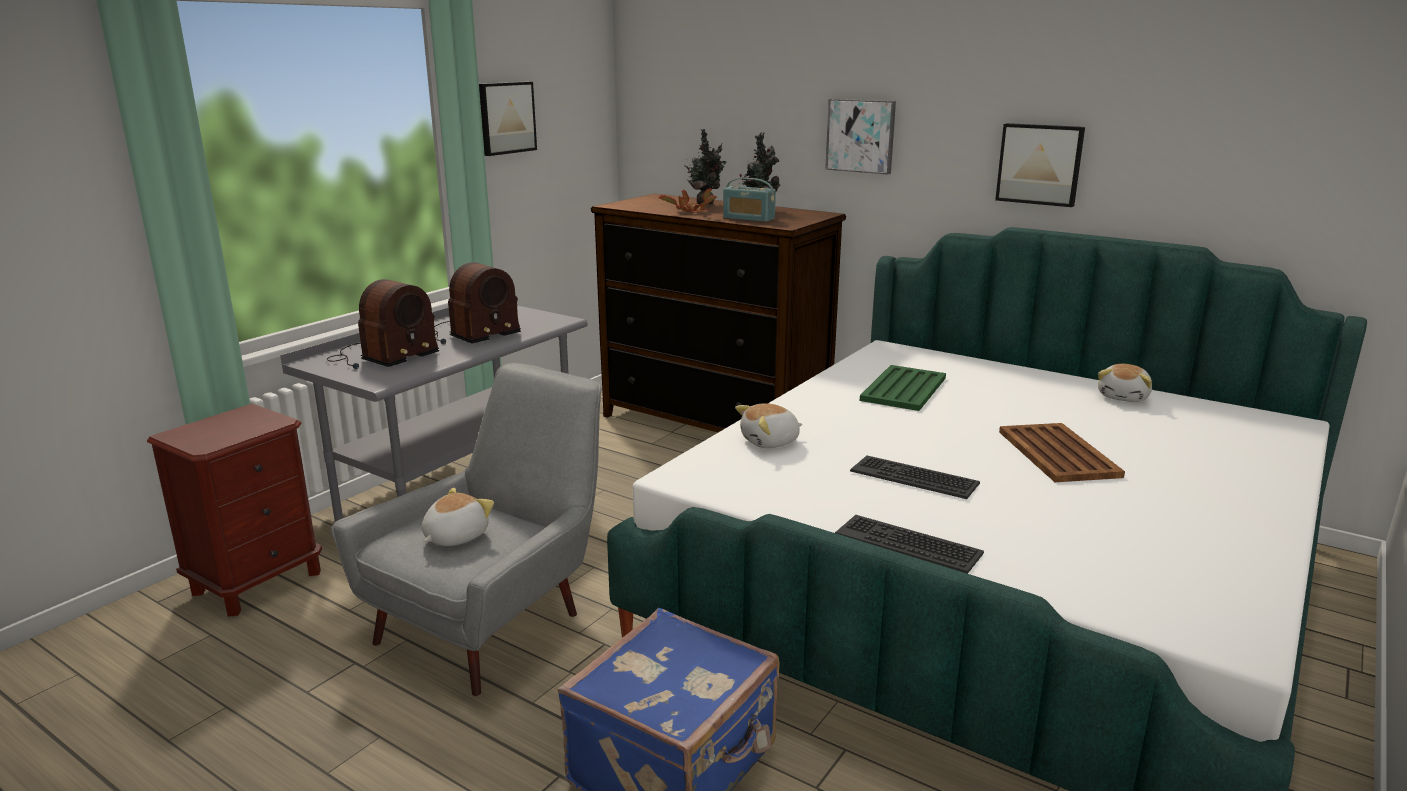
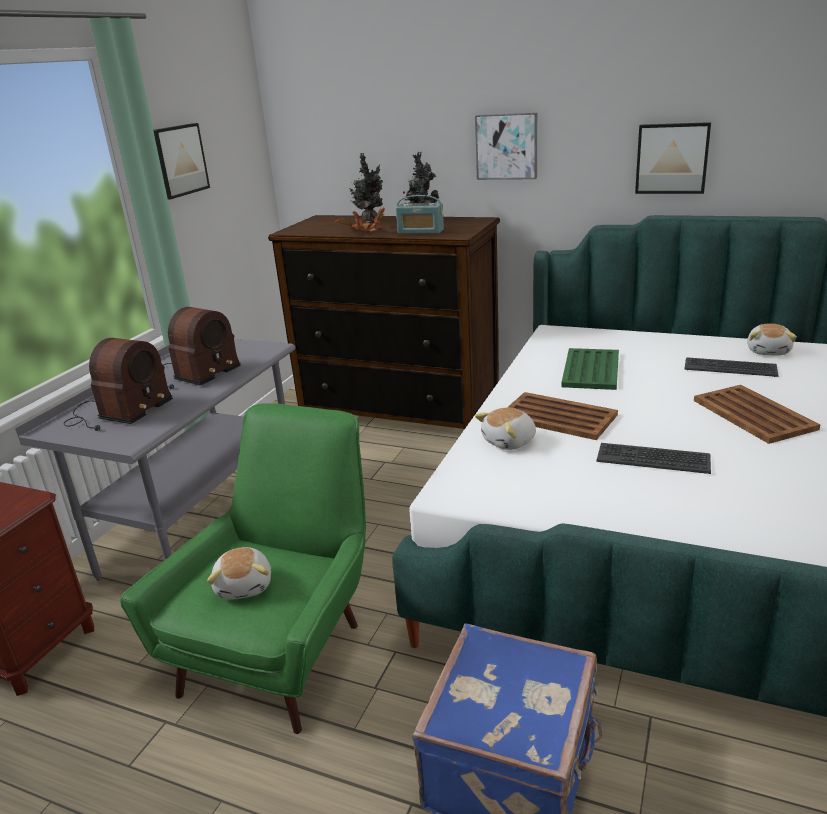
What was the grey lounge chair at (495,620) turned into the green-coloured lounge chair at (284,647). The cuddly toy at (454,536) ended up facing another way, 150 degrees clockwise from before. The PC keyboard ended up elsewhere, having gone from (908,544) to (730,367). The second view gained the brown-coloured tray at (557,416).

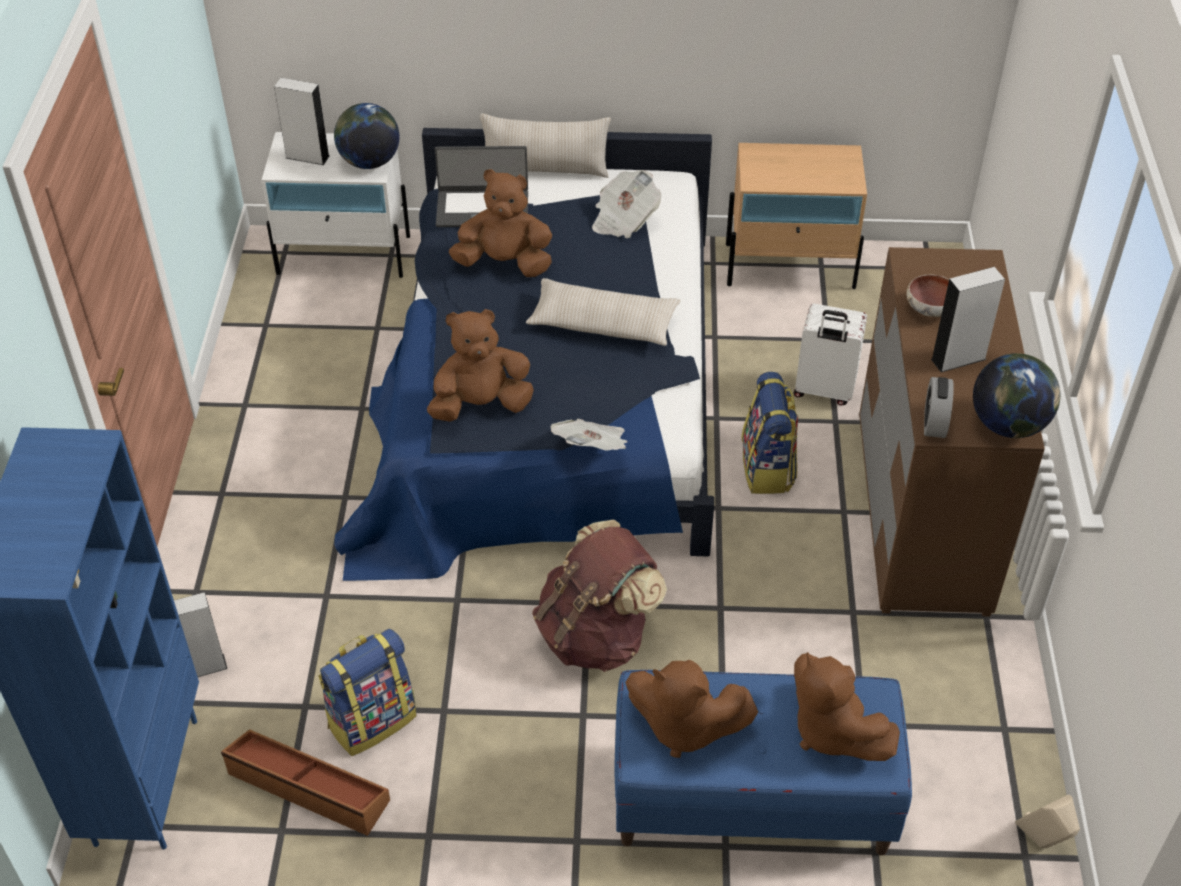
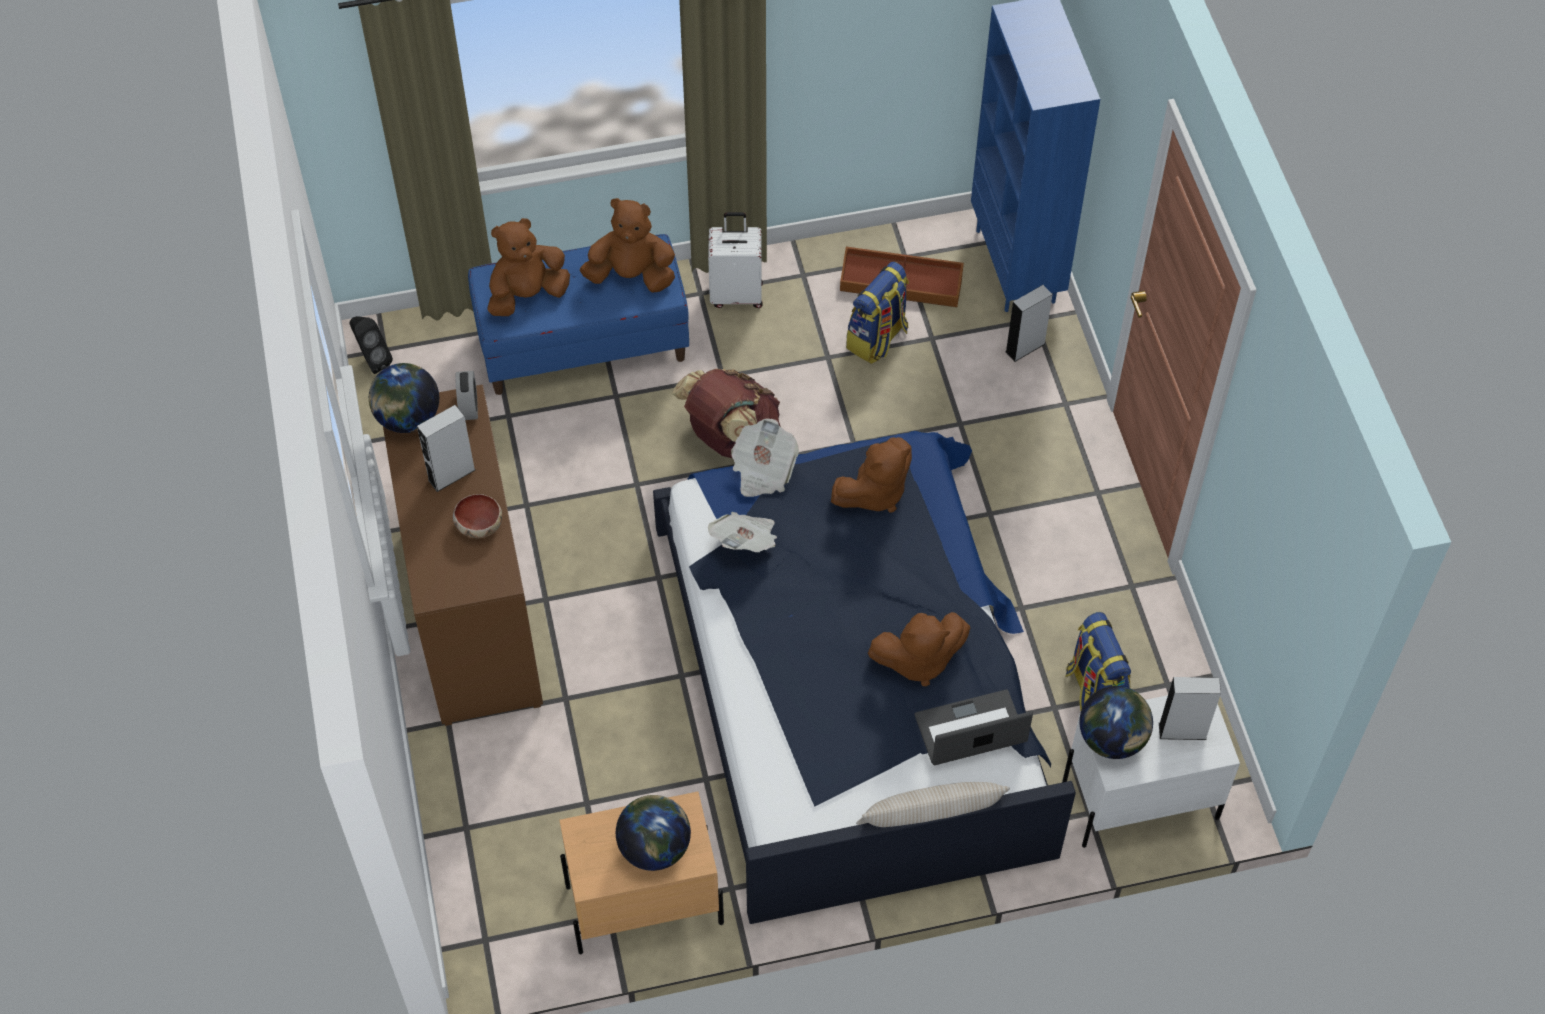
The second view lost the beige pillow at (603,324). The daily paper ended up elsewhere, having gone from (624,219) to (745,541). The rucksack ended up elsewhere, having gone from (768,469) to (1094,690). The whitish travel case ended up elsewhere, having gone from (823,391) to (737,294). The brown-coloured cuddly toy at (831,730) ended up facing another way, 75 degrees counterclockwise from before. What was the beige audio speaker at (1042,843) turned into the blackish audio speaker at (372,360). The second view gained the desk globe at (655,848).

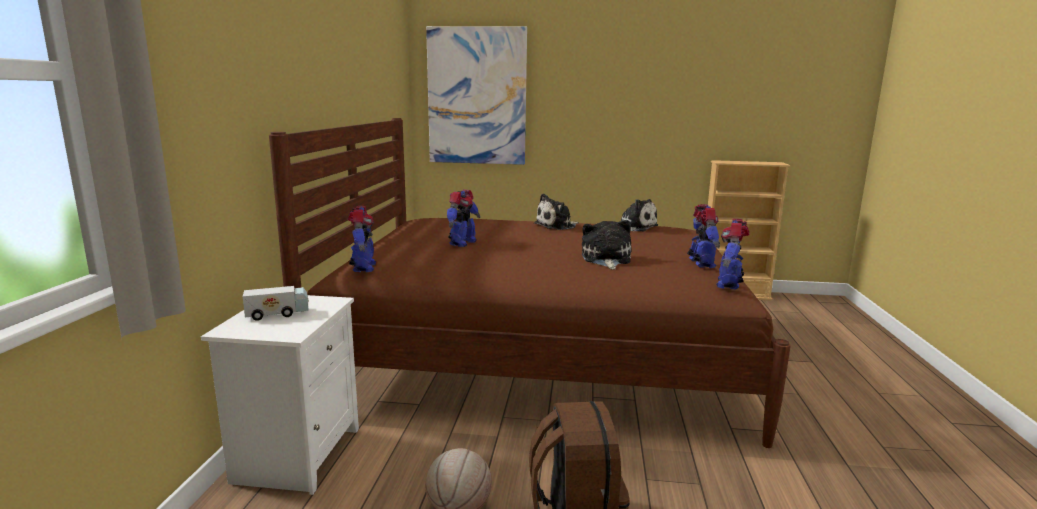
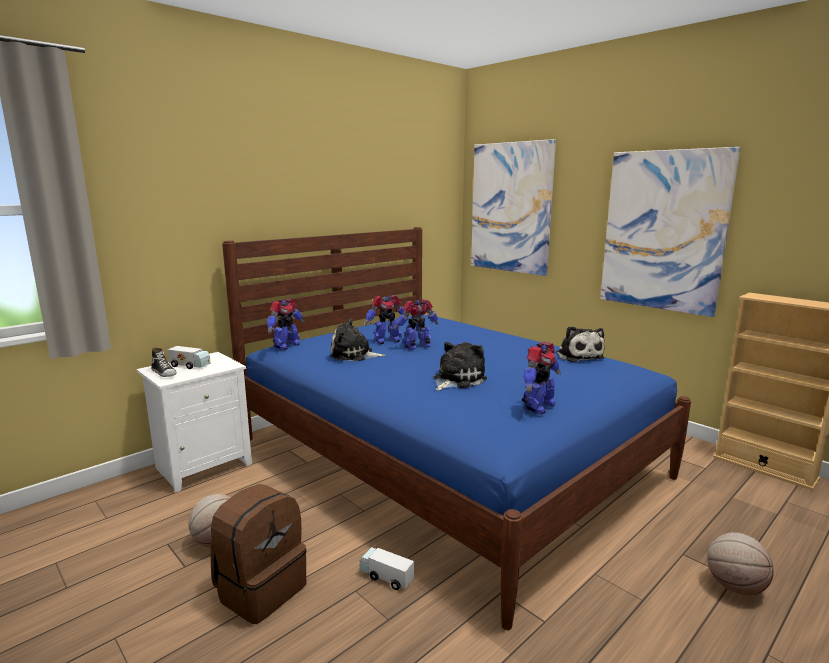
What was the brown-coloured bedroom bed at (540,354) turned into the blue bedroom bed at (445,457). The cuddly toy ended up elsewhere, having gone from (557,226) to (354,355). The robot figure ended up elsewhere, having gone from (729,284) to (417,347). The second view gained the shoe at (164,373). The second view gained the toy lorry at (386,577). The second view gained the wall picture at (663,231). The second view gained the basketball at (734,586).

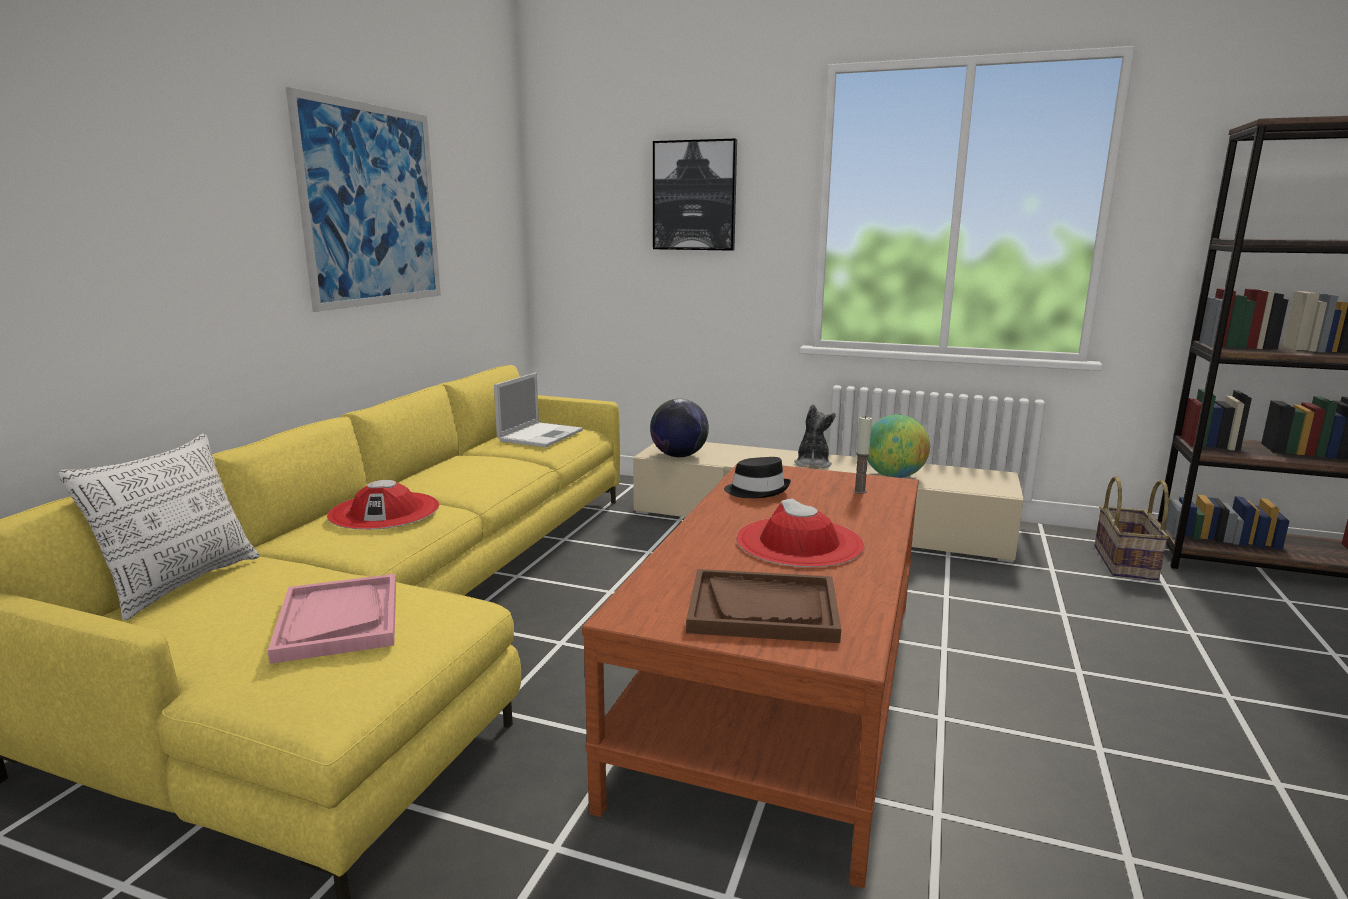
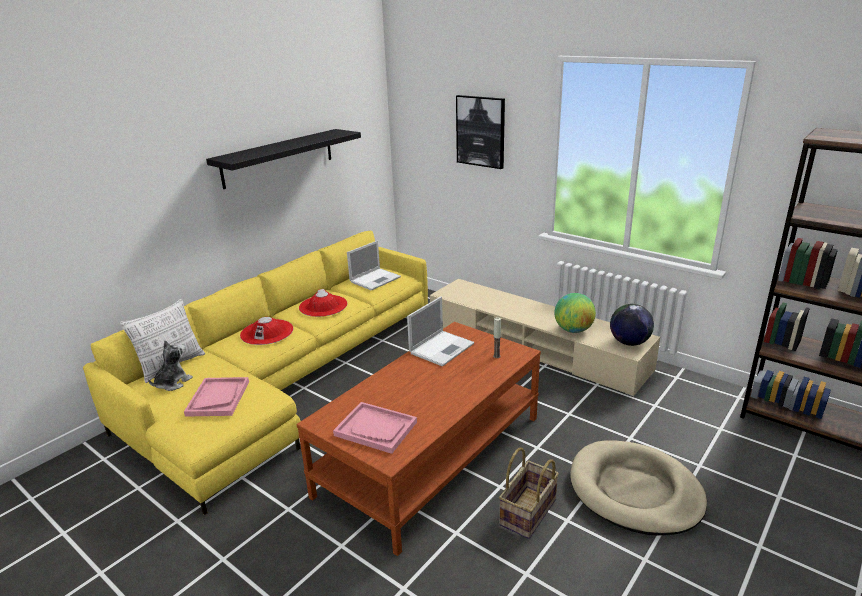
Where the wall picture hung at (372,206), the blackish wall shelf came to hang at (278,157). The desk globe ended up elsewhere, having gone from (679,456) to (629,342). What was the brown-coloured tray at (763,609) turned into the pinkish tray at (376,429). Where the blackish wearable hat stood at (757,490), the laptop came to stand at (442,348). The red-coloured wearable hat ended up elsewhere, having gone from (799,542) to (323,306). The cuddly toy ended up elsewhere, having gone from (812,463) to (173,383). The household basket ended up elsewhere, having gone from (1126,563) to (528,513). The second view gained the beige pet bed at (635,491).

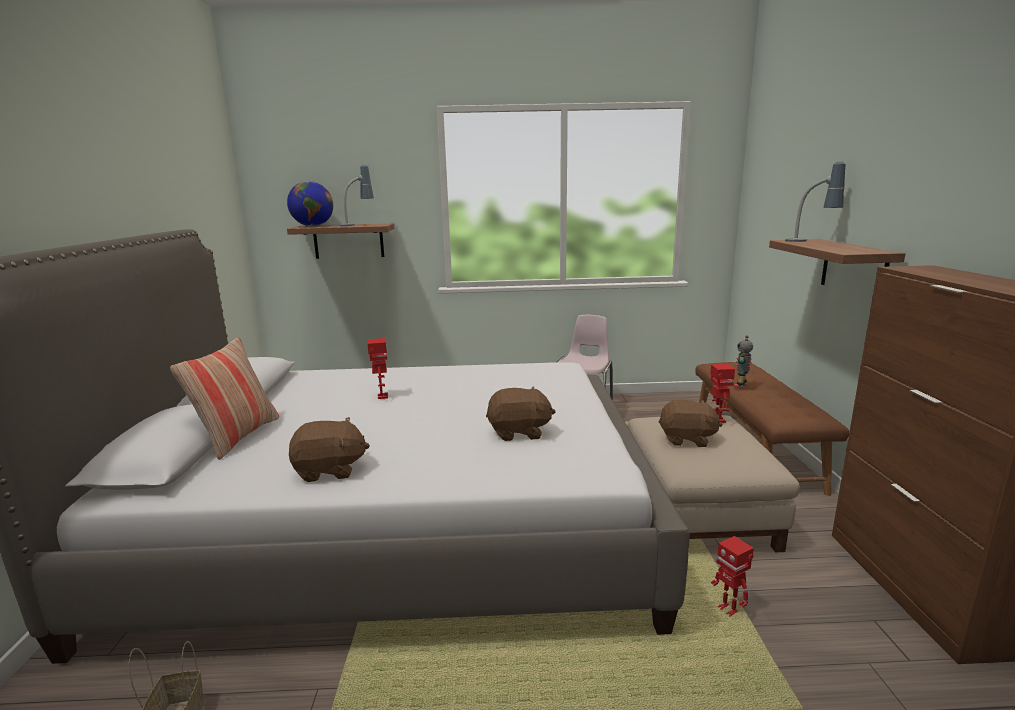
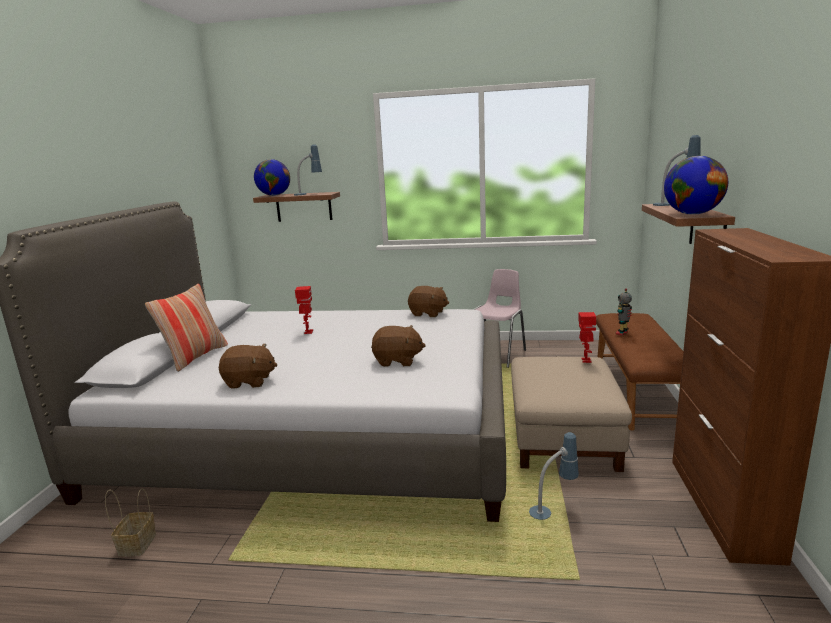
The brown-coloured cuddly toy ended up elsewhere, having gone from (687,439) to (428,313). Where the robot figure stood at (728,610), the lamp for a table came to stand at (553,509). The second view gained the desk globe at (692,214).

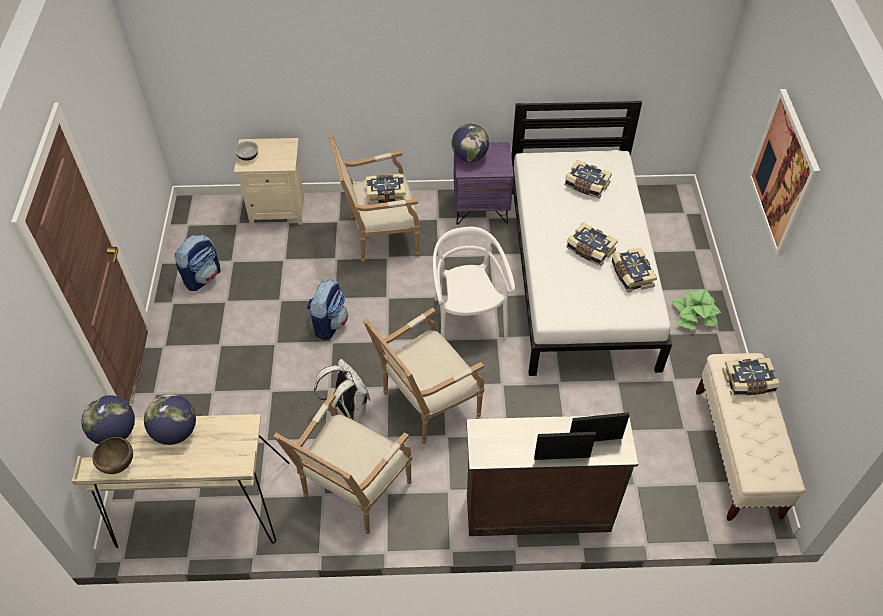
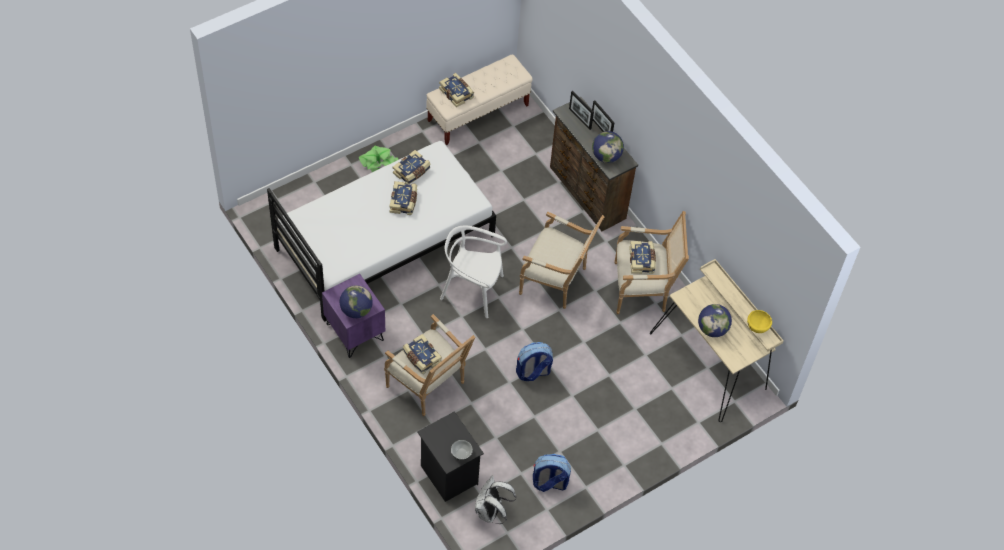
The desk globe ended up elsewhere, having gone from (115,433) to (606,156). What was the brown-coloured deep dish at (118,465) turned into the yellow-coloured deep dish at (757,328). What was the beige nightstand at (278,209) turned into the blackish nightstand at (448,475). The whitish rucksack ended up elsewhere, having gone from (348,409) to (491,512). The whitish chair at (467,320) ended up facing another way, 60 degrees clockwise from before. The volume ended up elsewhere, having gone from (586,185) to (642,261). The second view lost the wall picture at (784,173).

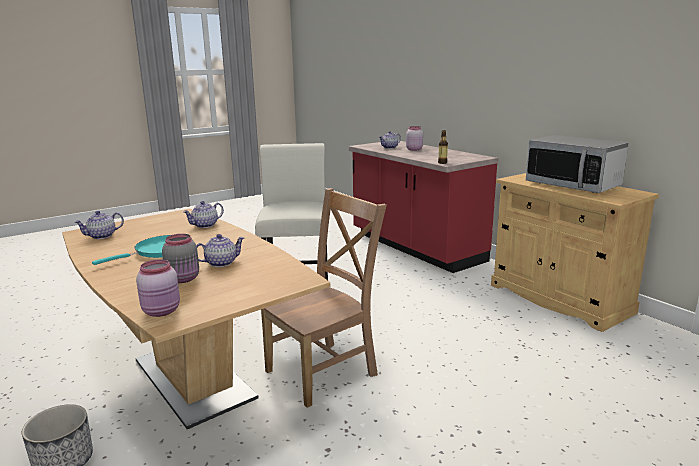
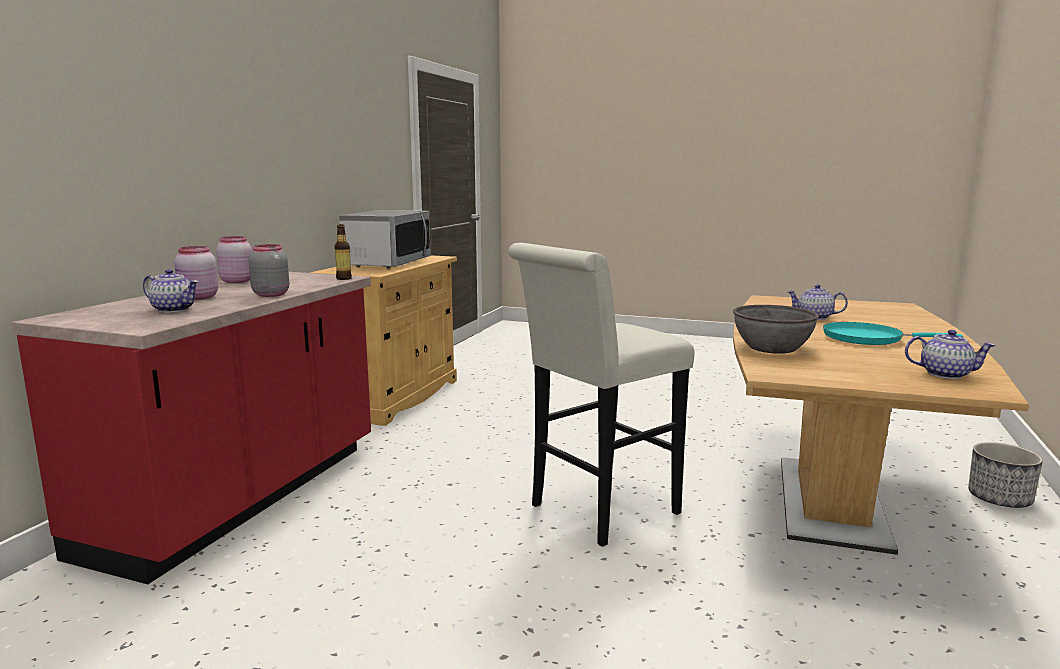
The pinkish jar ended up elsewhere, having gone from (162,311) to (237,281). The grey jar ended up elsewhere, having gone from (184,279) to (271,294). Where the teapot stood at (205,225), the grey deep dish came to stand at (772,348). The second view lost the brown-coloured chair at (325,371).

